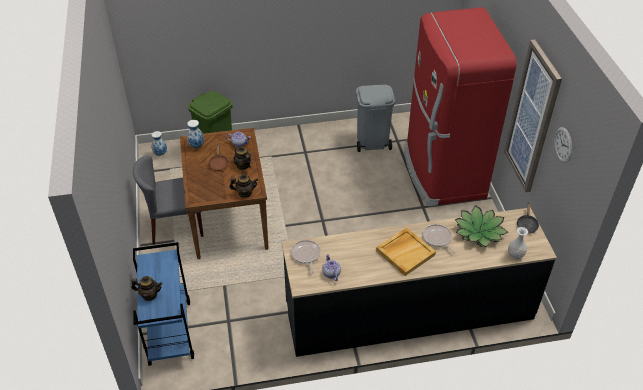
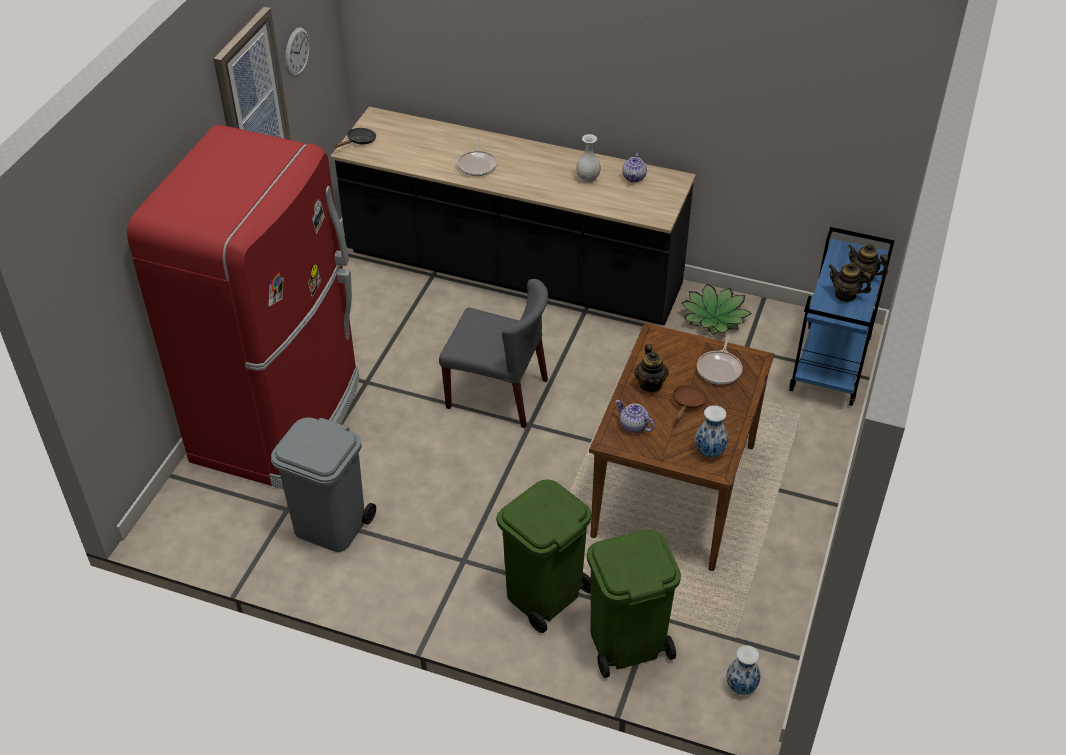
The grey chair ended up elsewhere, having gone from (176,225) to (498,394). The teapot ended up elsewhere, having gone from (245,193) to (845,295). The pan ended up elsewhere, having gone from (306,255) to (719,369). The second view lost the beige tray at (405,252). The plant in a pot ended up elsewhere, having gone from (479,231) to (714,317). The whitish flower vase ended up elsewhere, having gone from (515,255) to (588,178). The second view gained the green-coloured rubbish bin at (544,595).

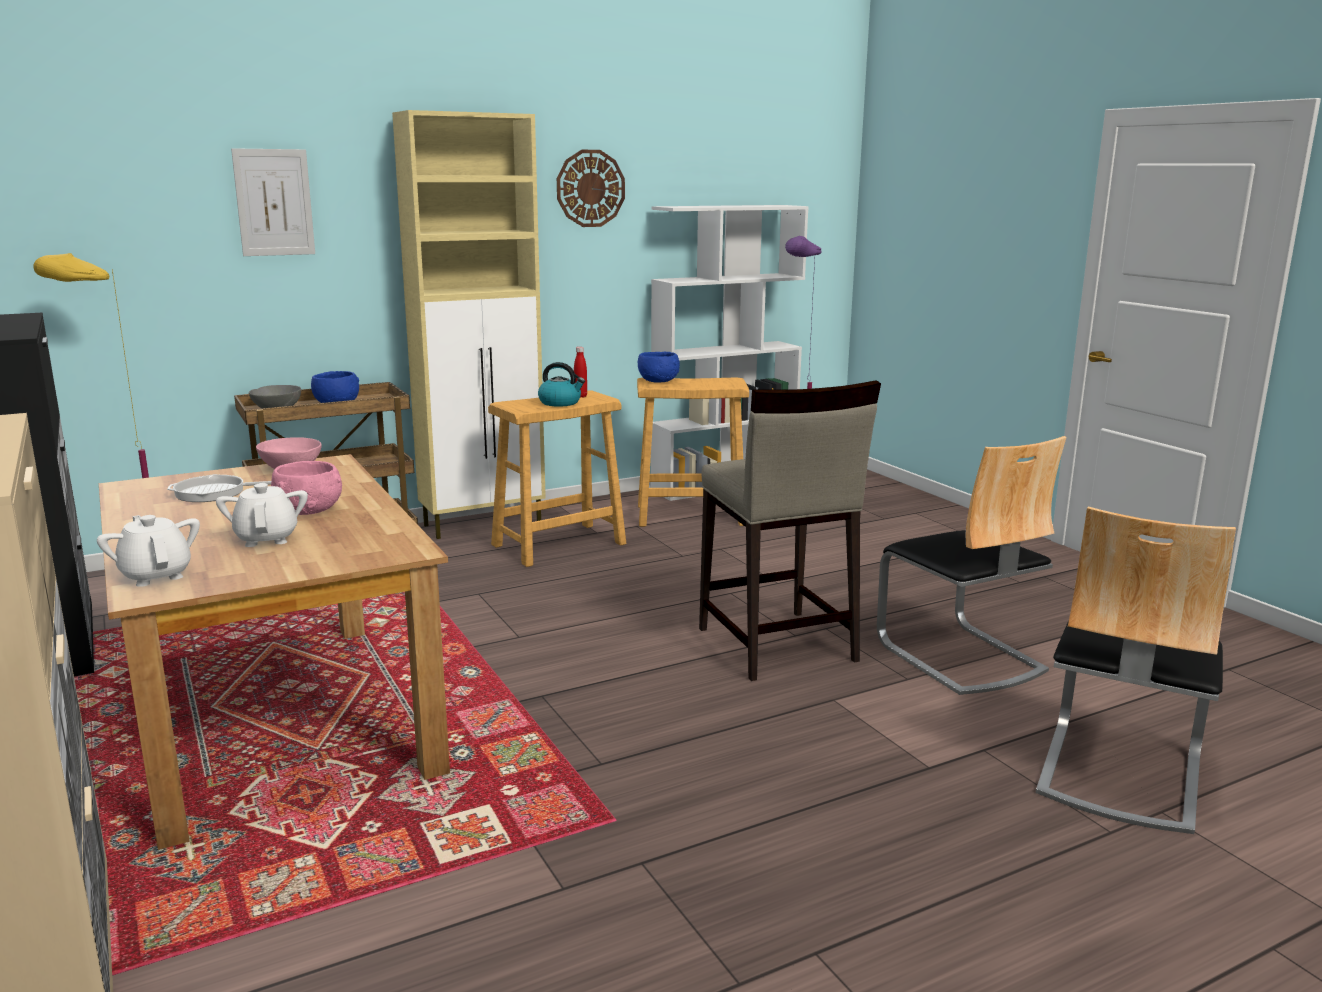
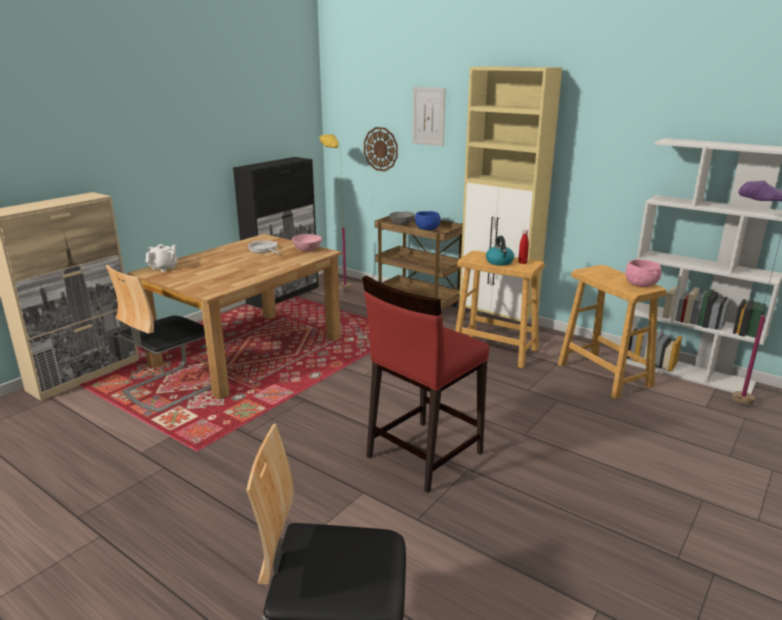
The second view lost the whitish teapot at (267,538). The pinkish deep dish ended up elsewhere, having gone from (309,510) to (641,284). The hanging clock ended up elsewhere, having gone from (590,188) to (381,149). The second view lost the blue deep dish at (658,381). What was the beige stool at (776,645) turned into the red-coloured stool at (423,455). The chair ended up elsewhere, having gone from (959,656) to (171,388).

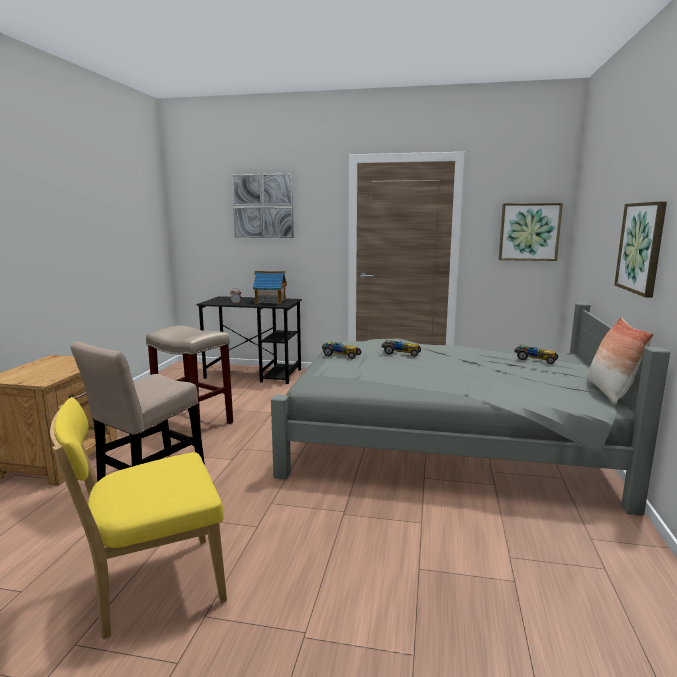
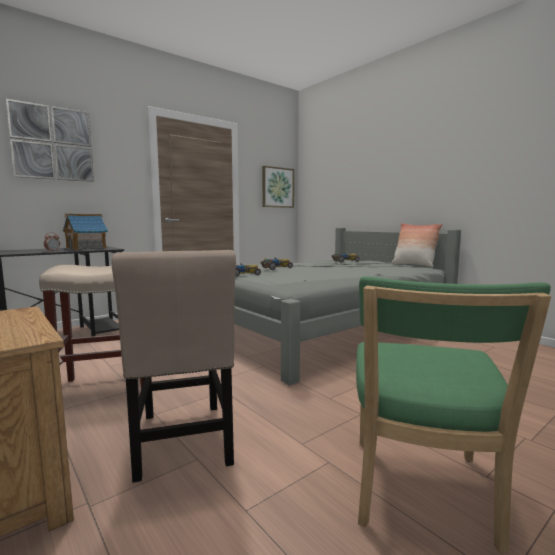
What was the yellow-coloured chair at (152,587) turned into the green-coloured chair at (420,495). The second view lost the wall picture at (641,247).

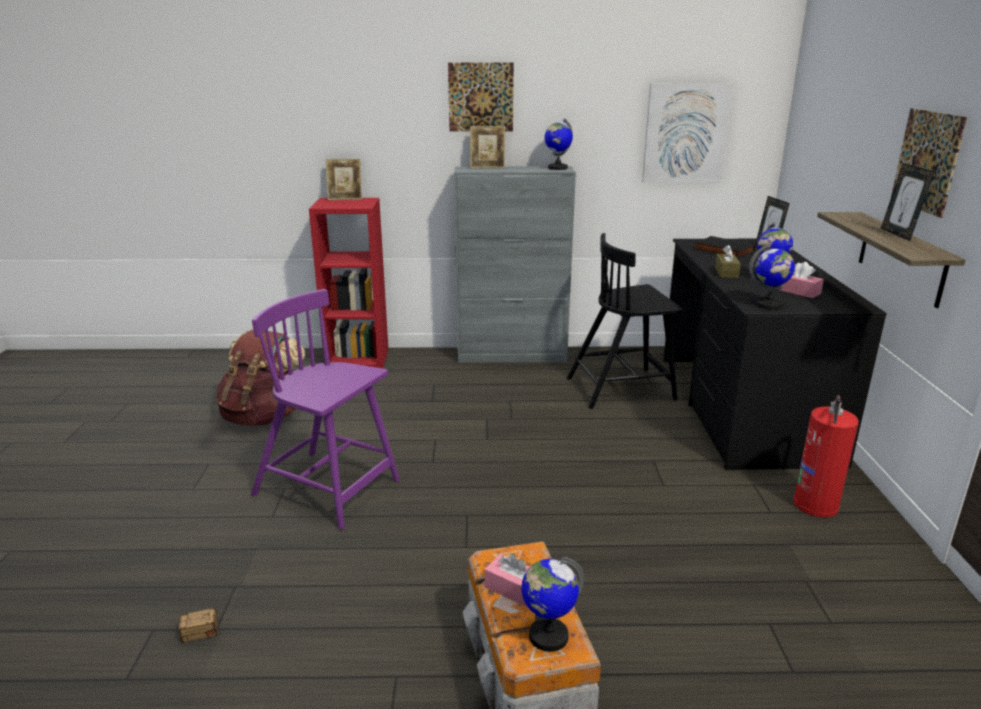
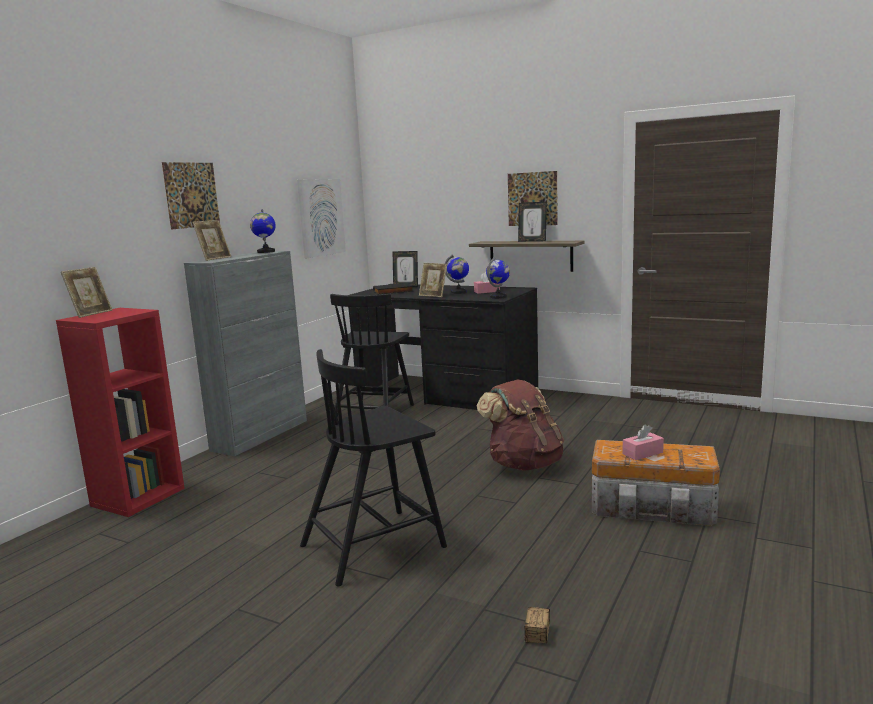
The brown-coloured rucksack ended up elsewhere, having gone from (263,417) to (524,464). What was the purplish chair at (328,489) turned into the blackish chair at (375,545). The second view lost the desk globe at (548,636). Where the brown-coloured tissue holder stood at (726,272), the photo frame came to stand at (433,295). The second view lost the fire-fighting cylinder at (816,504).

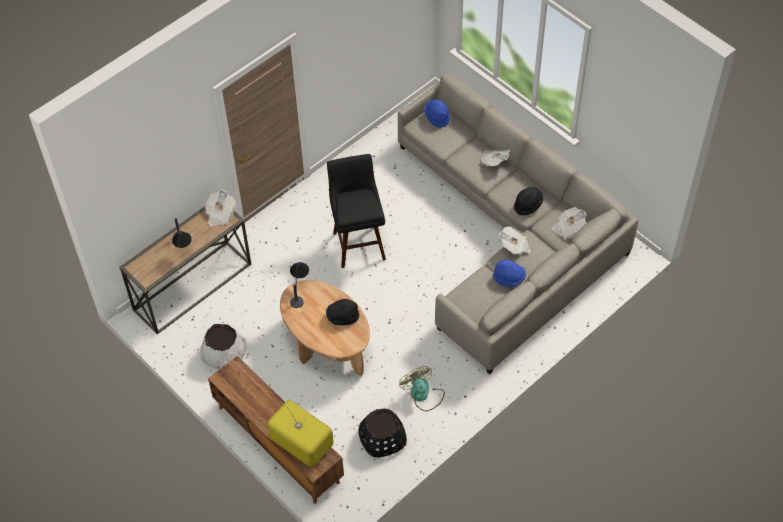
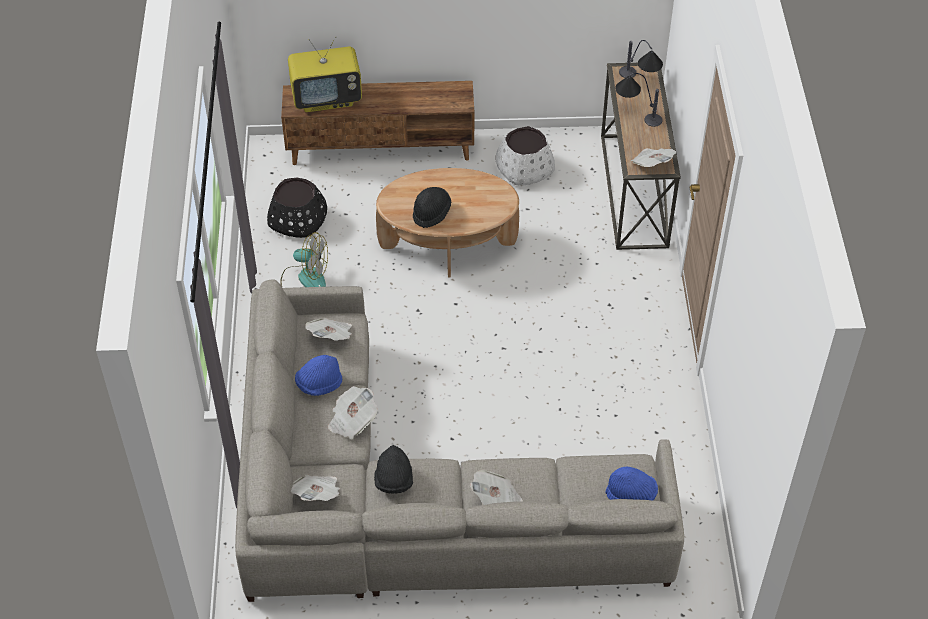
The lamp for a table ended up elsewhere, having gone from (299,290) to (640,81). The second view lost the blackish stool at (358,242). The second view gained the daily paper at (331,337).

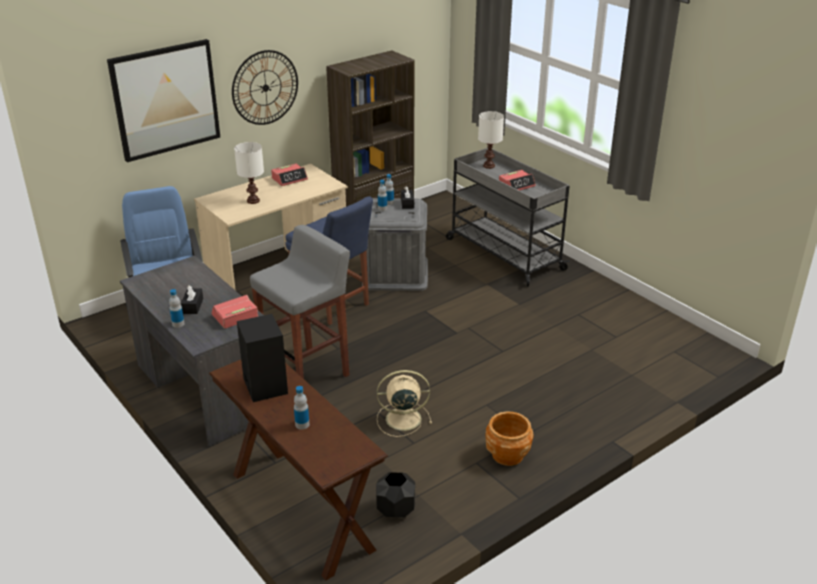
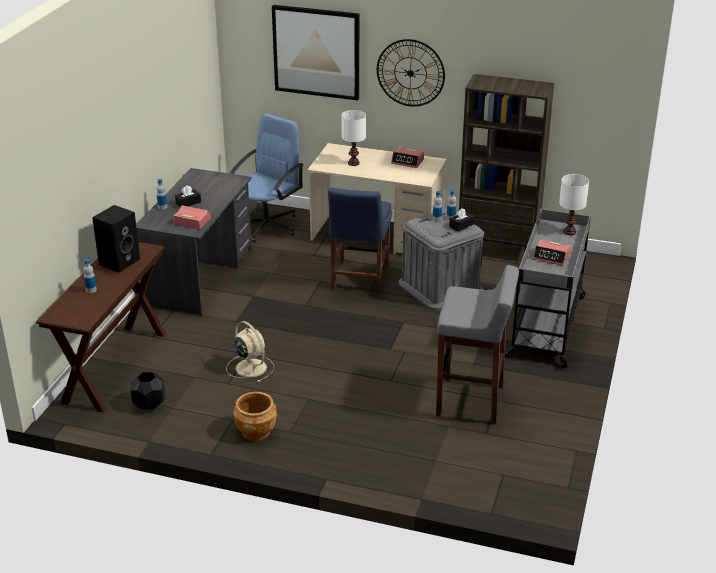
The grey stool ended up elsewhere, having gone from (307,373) to (471,401).

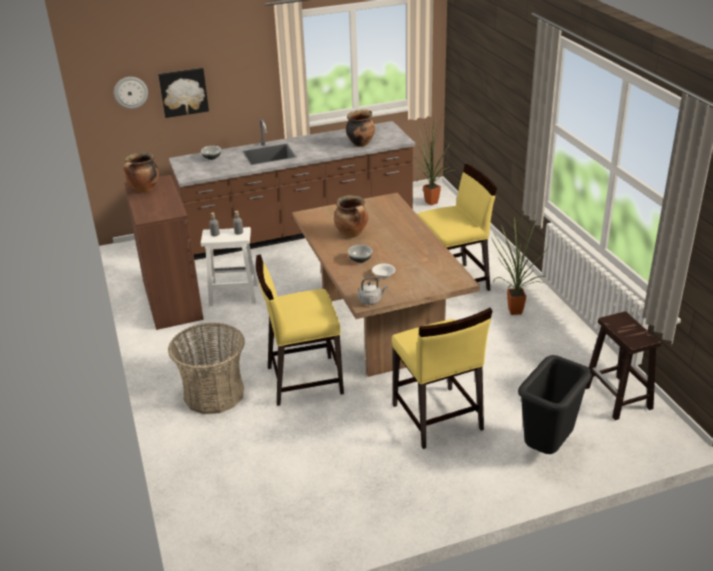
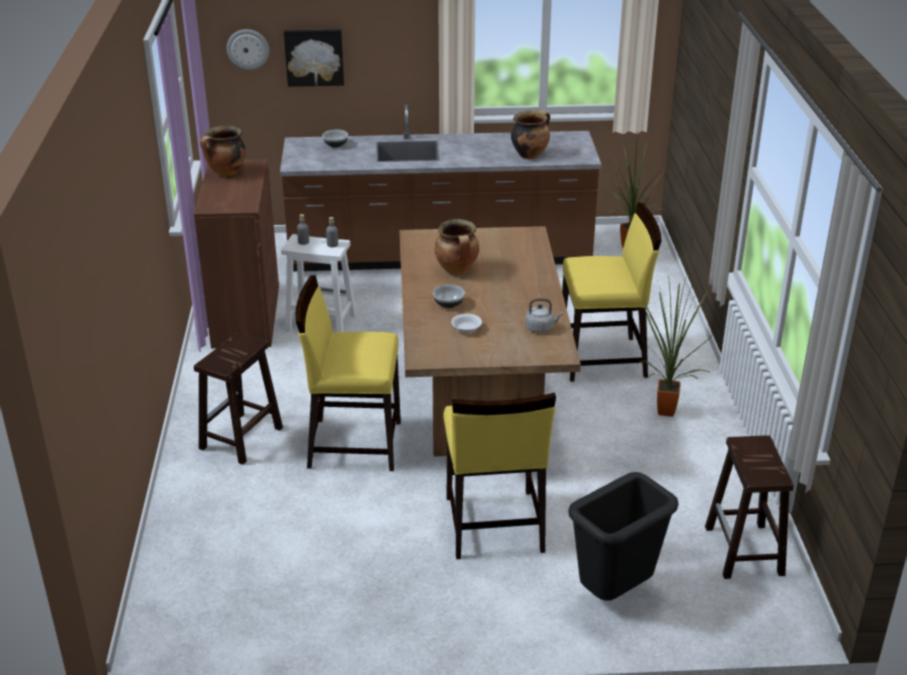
Where the household basket stood at (214,394), the brown-coloured stool came to stand at (240,439). The grey kettle ended up elsewhere, having gone from (371,300) to (541,328).

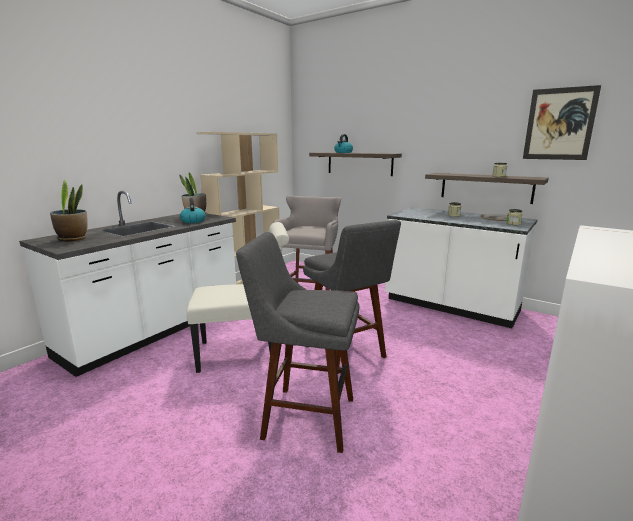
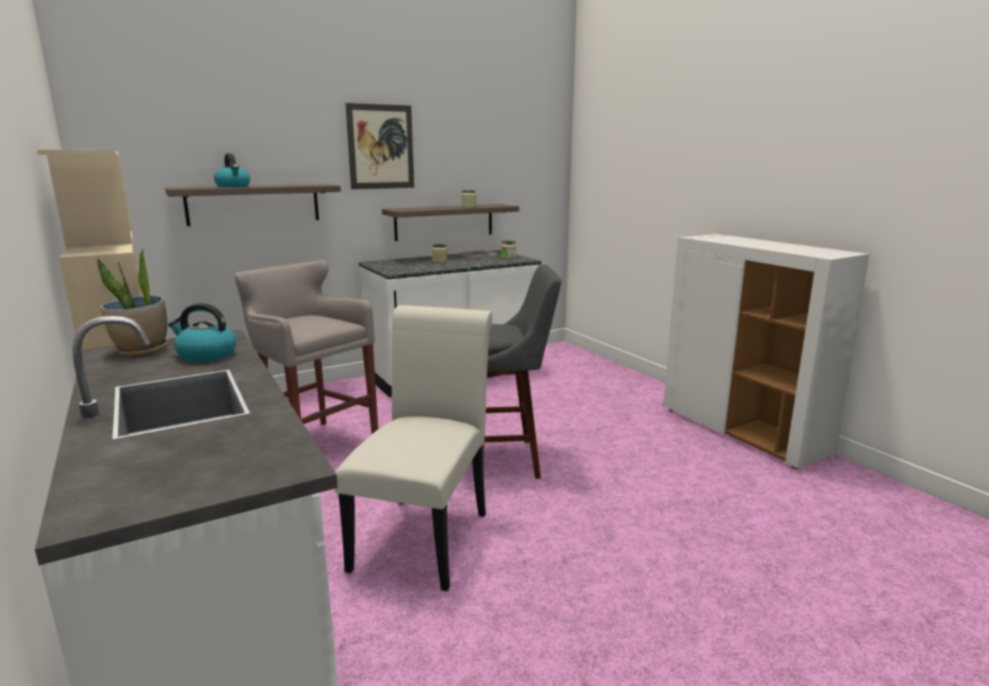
The second view lost the plant in a pot at (73,238). The second view lost the grey stool at (304,416). The wall picture ended up elsewhere, having gone from (559,124) to (381,147).

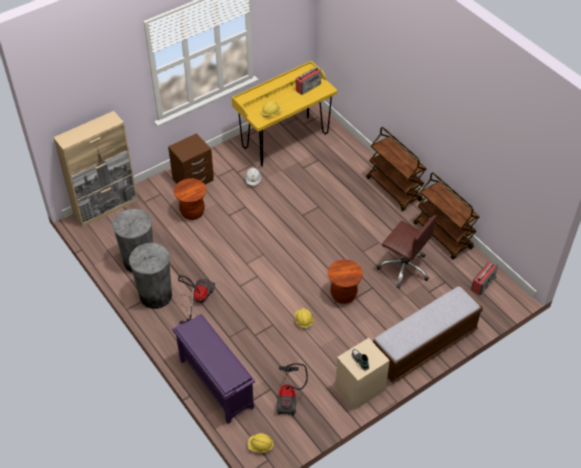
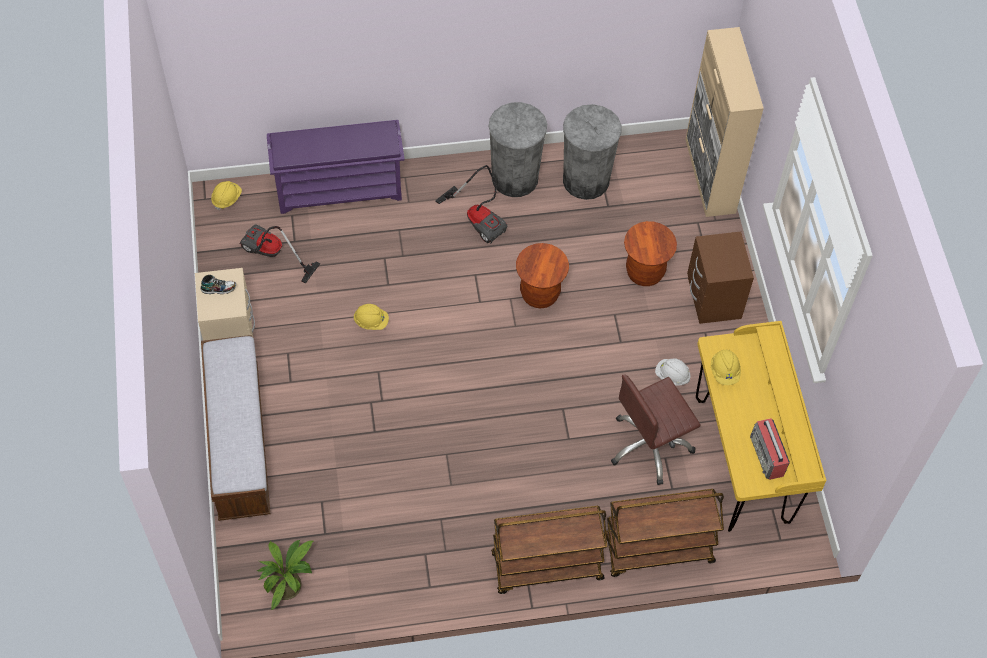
The brown-coloured stool ended up elsewhere, having gone from (343,295) to (539,294). The brown-coloured computer chair ended up elsewhere, having gone from (404,268) to (650,446). The brown-coloured wheeled cart ended up elsewhere, having gone from (443,236) to (657,551). Where the radio stood at (483,283), the plant in a pot came to stand at (290,584).

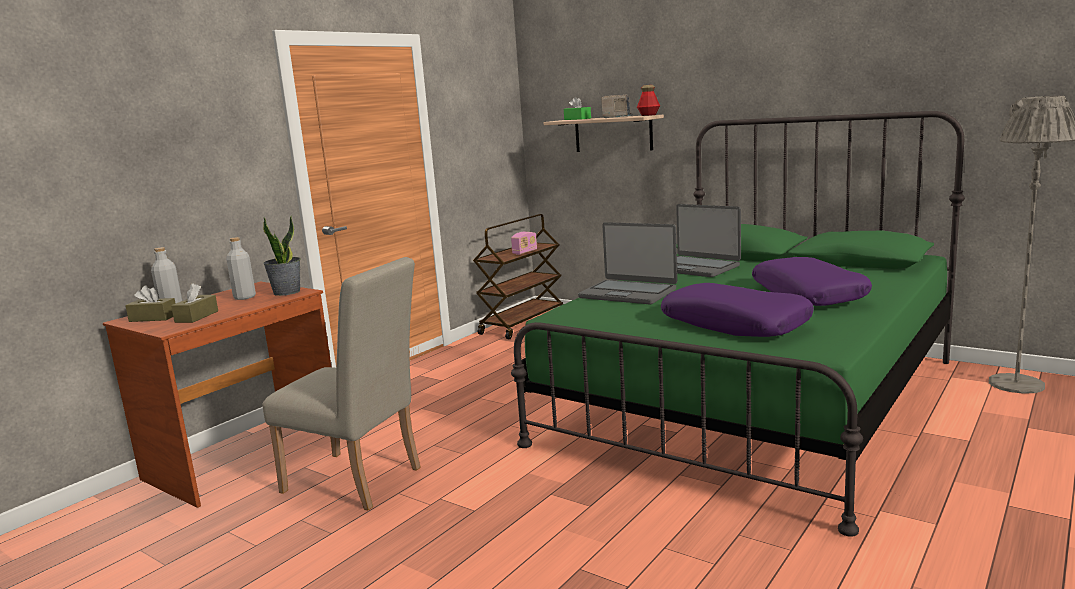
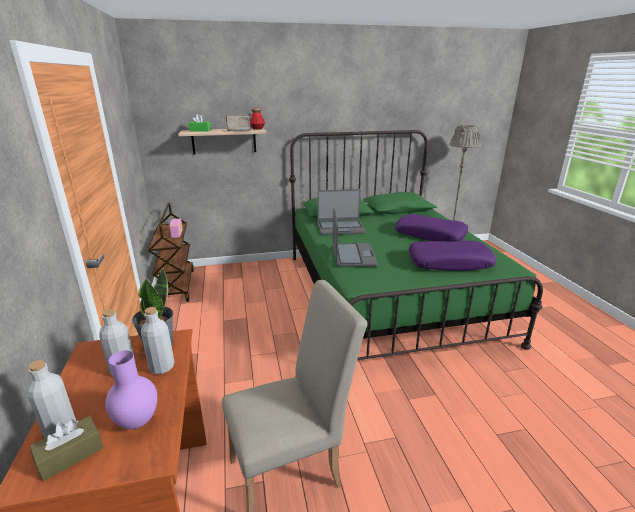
Where the brown-coloured tissue holder stood at (196,316), the purplish flower vase came to stand at (136,422). The laptop at (628,293) ended up facing another way, 75 degrees counterclockwise from before. The second view gained the grey beverage bottle at (162,367).

